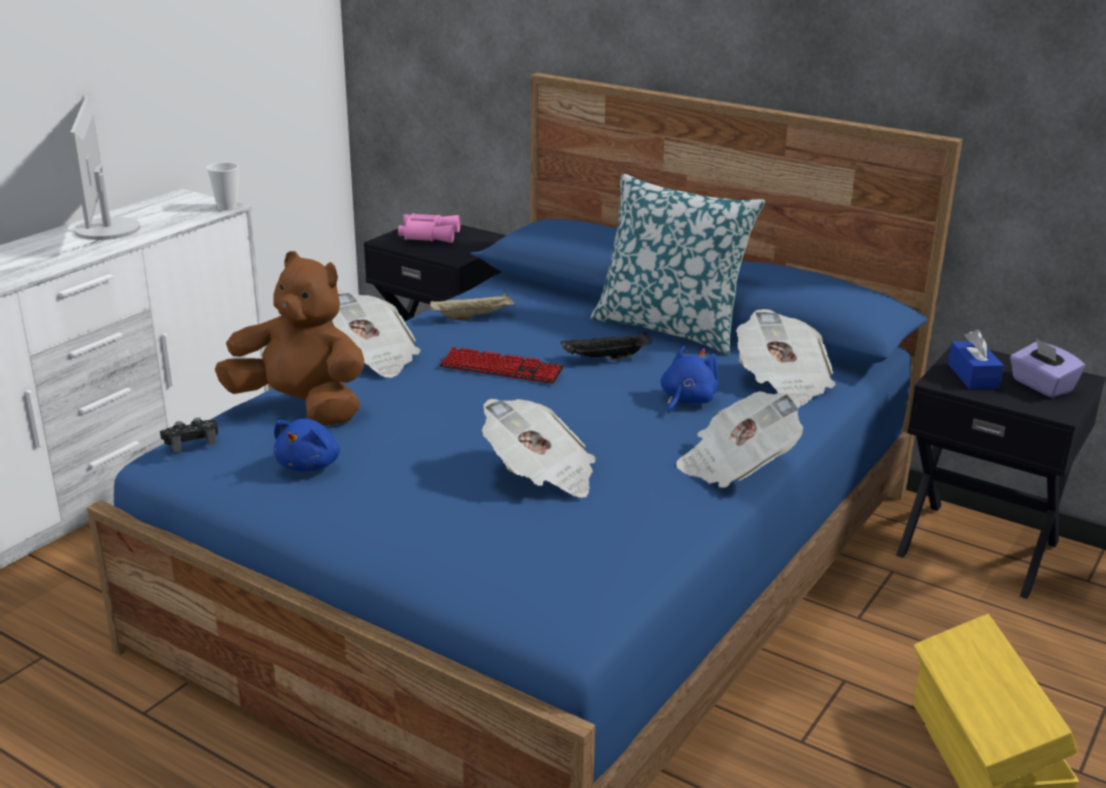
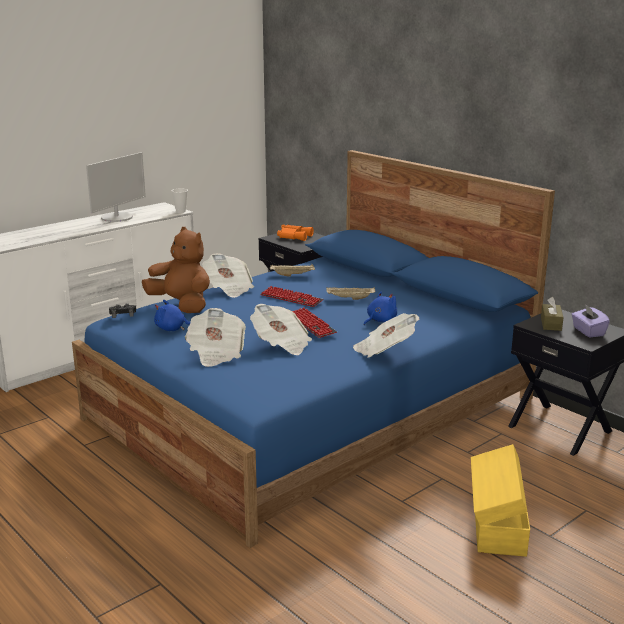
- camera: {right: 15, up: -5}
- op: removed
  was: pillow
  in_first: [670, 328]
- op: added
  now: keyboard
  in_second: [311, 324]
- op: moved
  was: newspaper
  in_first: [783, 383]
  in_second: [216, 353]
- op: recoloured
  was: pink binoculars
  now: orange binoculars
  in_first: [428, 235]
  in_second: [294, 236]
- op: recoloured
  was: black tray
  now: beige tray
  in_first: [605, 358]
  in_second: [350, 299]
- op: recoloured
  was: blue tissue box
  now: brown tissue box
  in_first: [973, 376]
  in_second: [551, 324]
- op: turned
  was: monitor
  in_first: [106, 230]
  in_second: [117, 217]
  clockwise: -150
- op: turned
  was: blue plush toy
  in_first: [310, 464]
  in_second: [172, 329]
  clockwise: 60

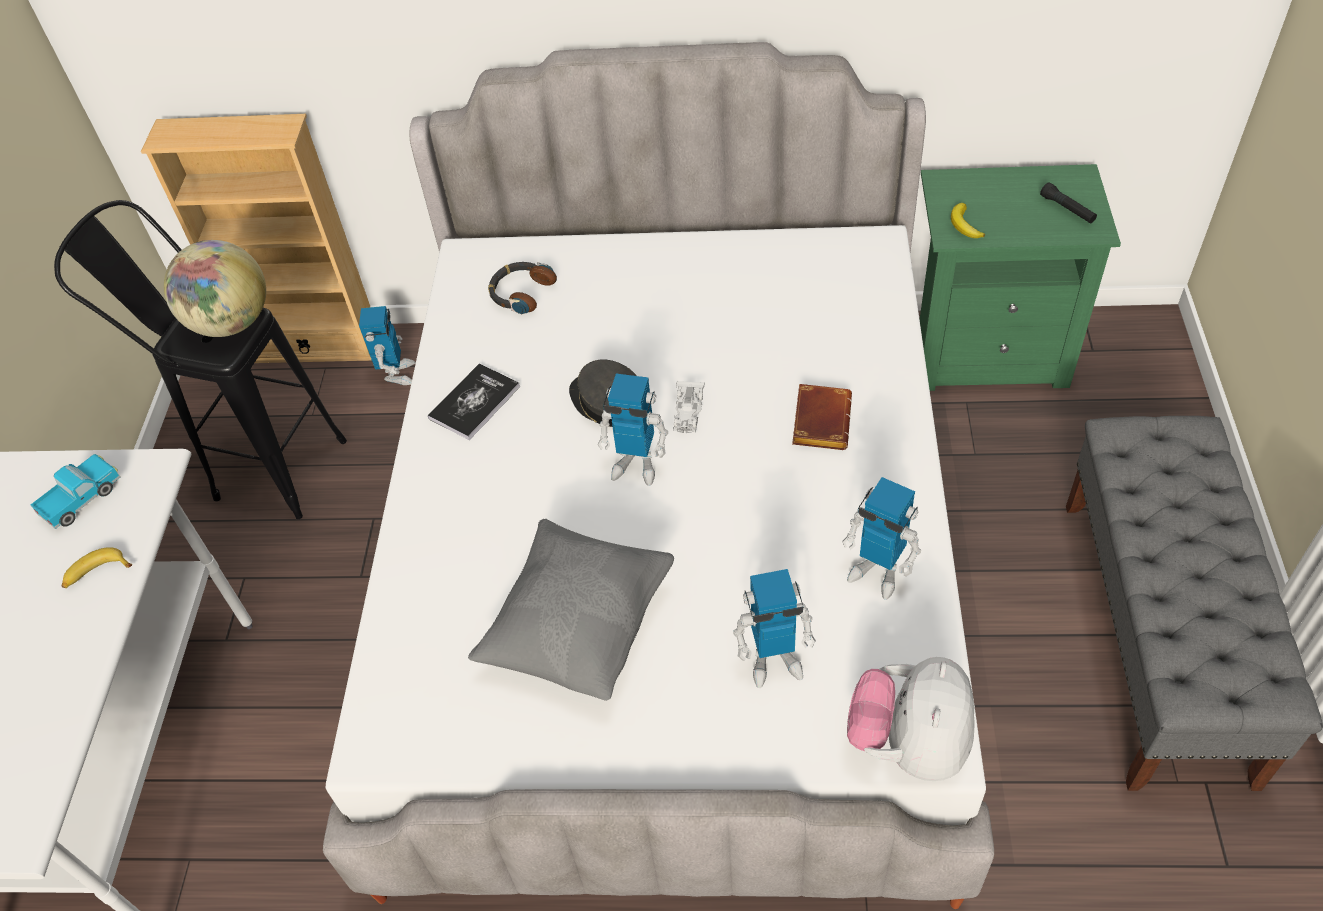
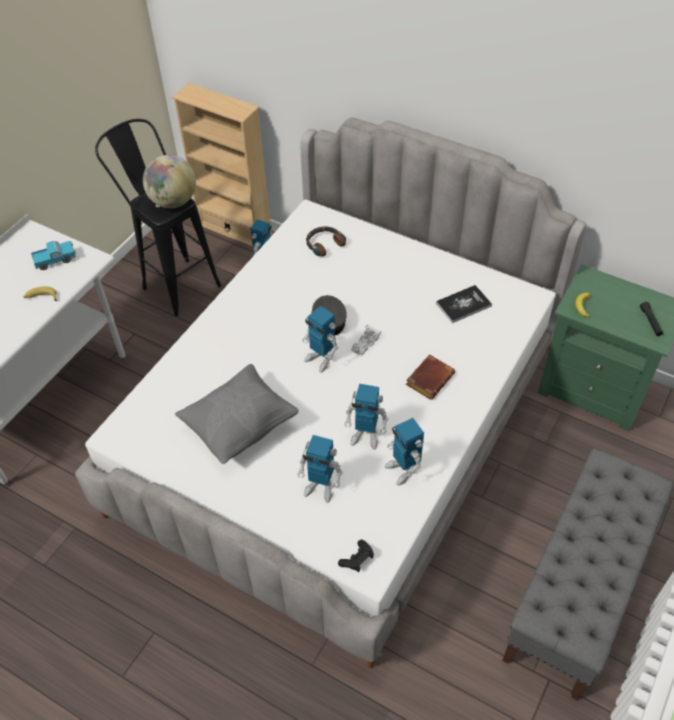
- camera: {right: 25, up: 0}
- op: added
  now: toy robot
  in_second: [365, 436]
- op: moved
  was: book
  in_first: [474, 402]
  in_second: [463, 304]
- op: replaced
  was: plush toy
  now: black game controller
  in_first: [909, 743]
  in_second: [357, 559]

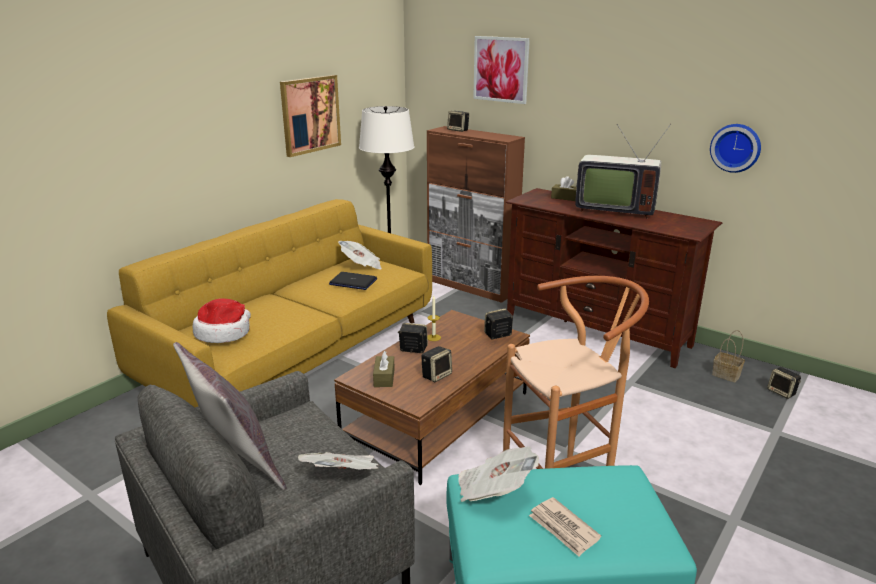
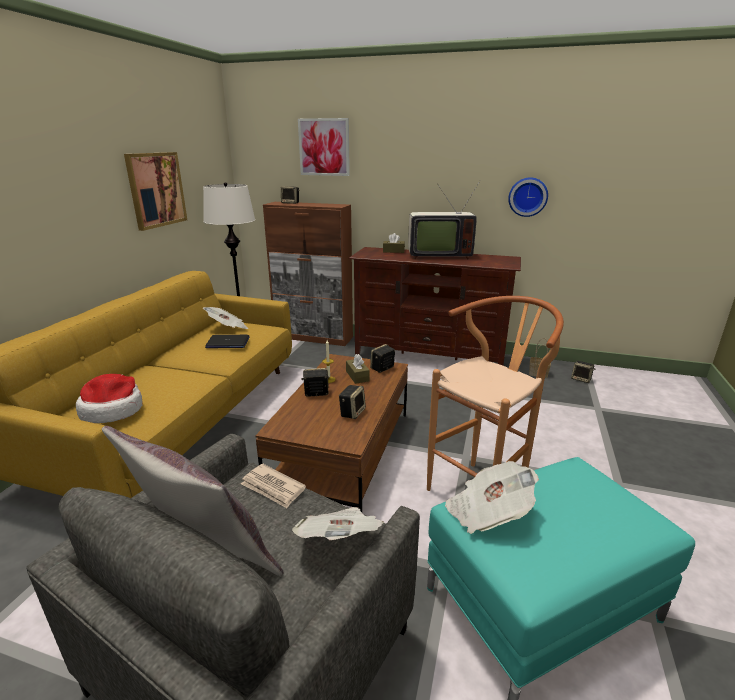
- camera: {right: -20, up: 0}
- op: moved
  was: brown tissue box
  in_first: [384, 378]
  in_second: [357, 376]
- op: moved
  was: newspaper
  in_first: [563, 529]
  in_second: [273, 488]

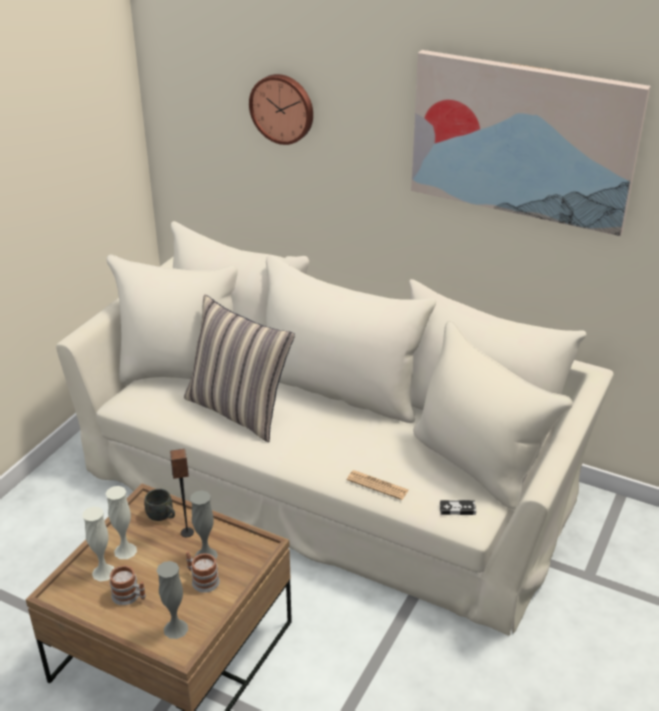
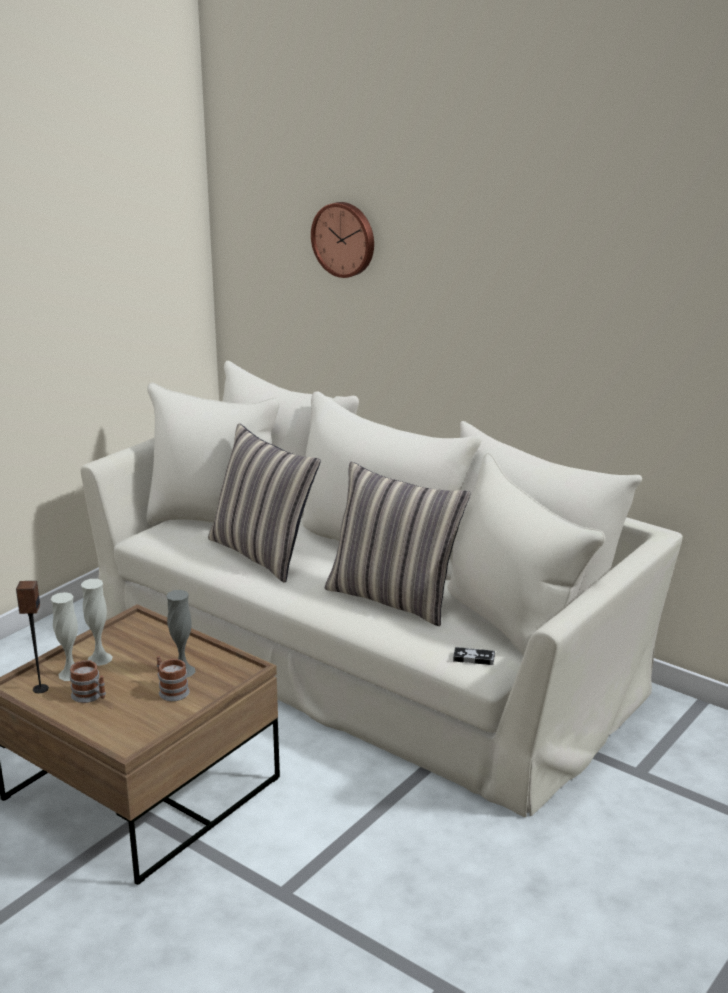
- camera: {right: 10, up: -10}
- op: removed
  was: grey mug
  in_first: [162, 517]
- op: removed
  was: grey vase
  in_first: [175, 629]
- op: removed
  was: newspaper
  in_first: [377, 485]
- op: removed
  was: picture
  in_first: [522, 140]
- op: added
  now: pillow
  in_second: [394, 598]
- op: moved
  was: speaker
  in_first: [187, 532]
  in_second: [40, 689]

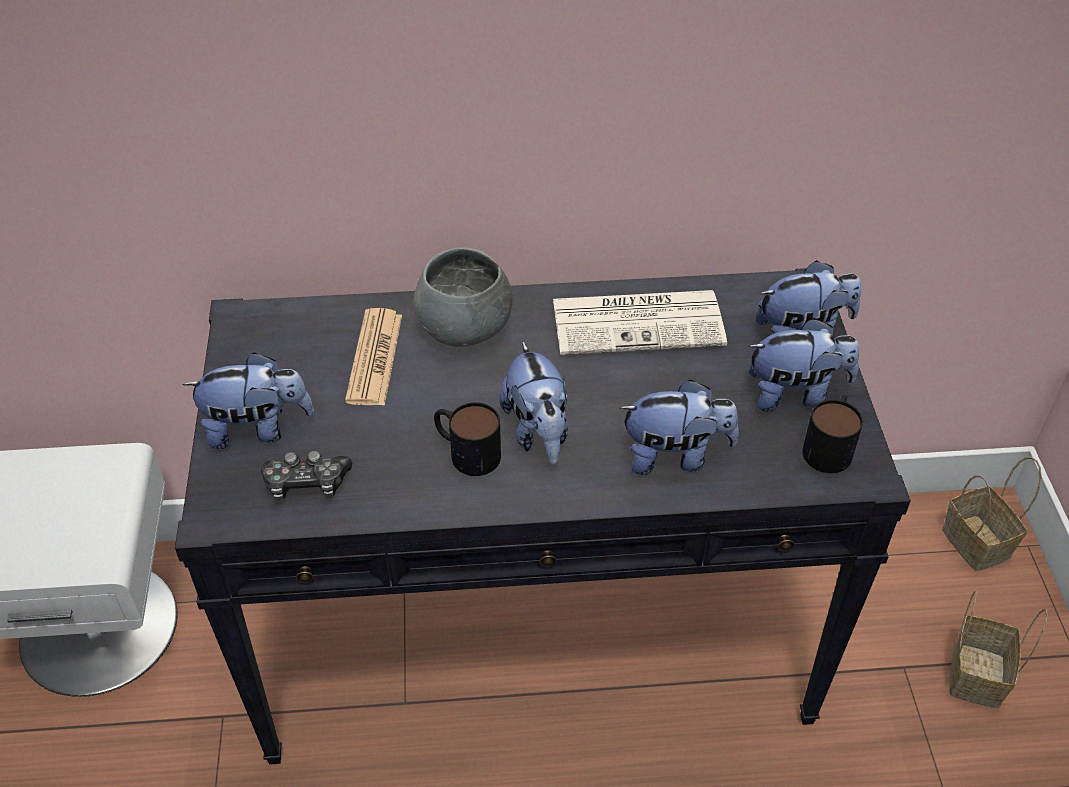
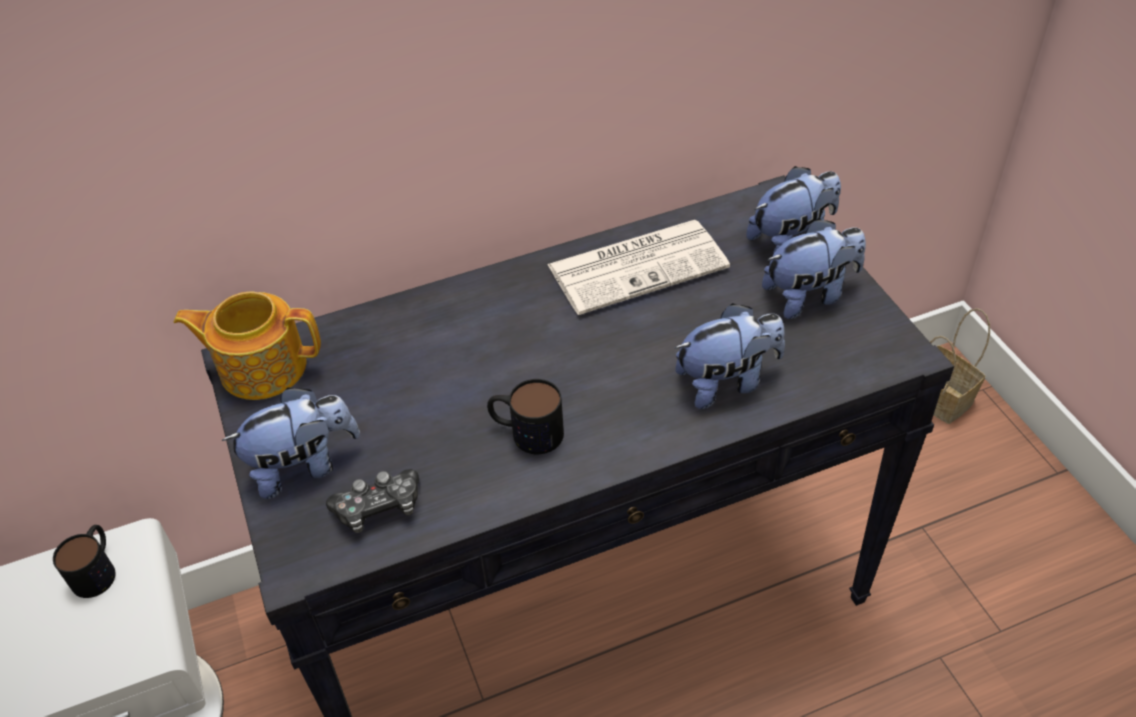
- camera: {right: -15, up: 0}
- op: removed
  was: newspaper
  in_first: [374, 358]
- op: removed
  was: grey bowl
  in_first: [466, 328]
- op: removed
  was: plush toy
  in_first: [538, 432]
- op: removed
  was: basket
  in_first: [975, 673]
- op: added
  now: teapot
  in_second: [261, 367]
- op: moved
  was: mug
  in_first: [830, 445]
  in_second: [97, 569]

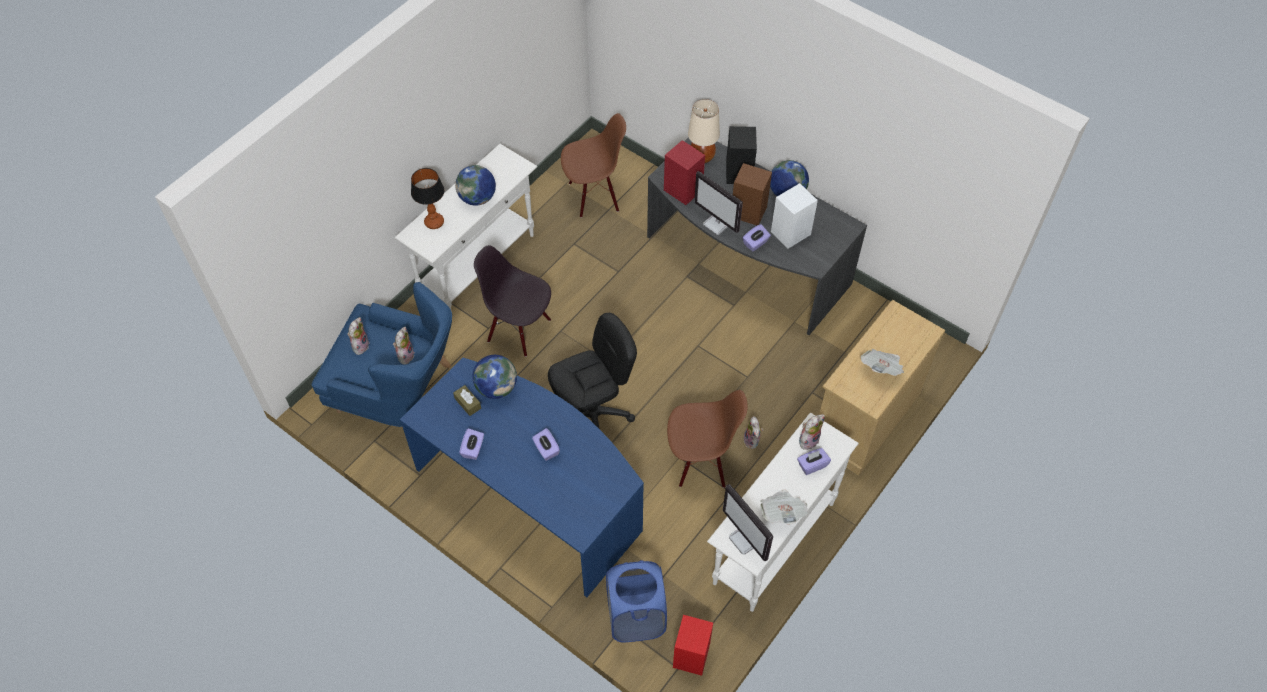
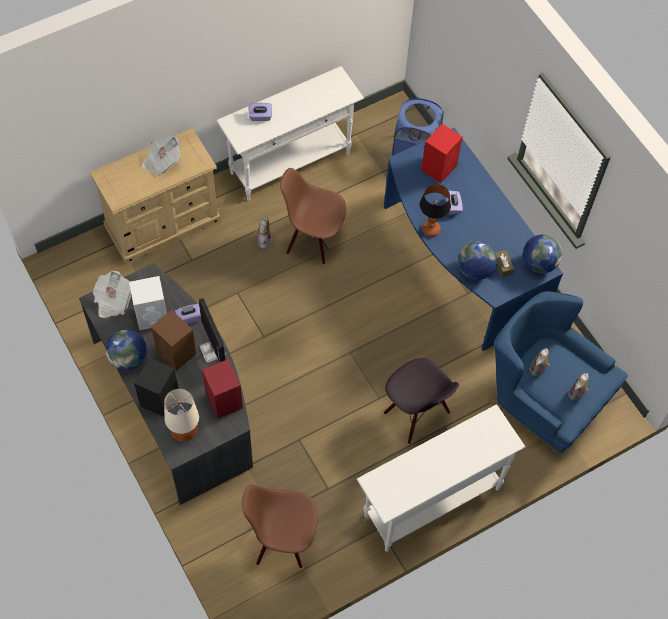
- camera: {right: -160, up: 5}
- op: removed
  was: purple tissue box
  in_first: [473, 449]
- op: removed
  was: black office chair
  in_first: [593, 416]
- op: removed
  was: monitor
  in_first: [746, 539]
- op: removed
  was: plush toy
  in_first: [808, 439]
- op: moved
  was: table lamp
  in_first: [434, 222]
  in_second: [430, 229]
- op: moved
  was: globe
  in_first: [477, 198]
  in_second: [539, 263]
- op: moved
  was: red speaker
  in_first: [691, 656]
  in_second: [439, 167]
- op: moved
  was: newspaper
  in_first: [782, 512]
  in_second: [112, 301]

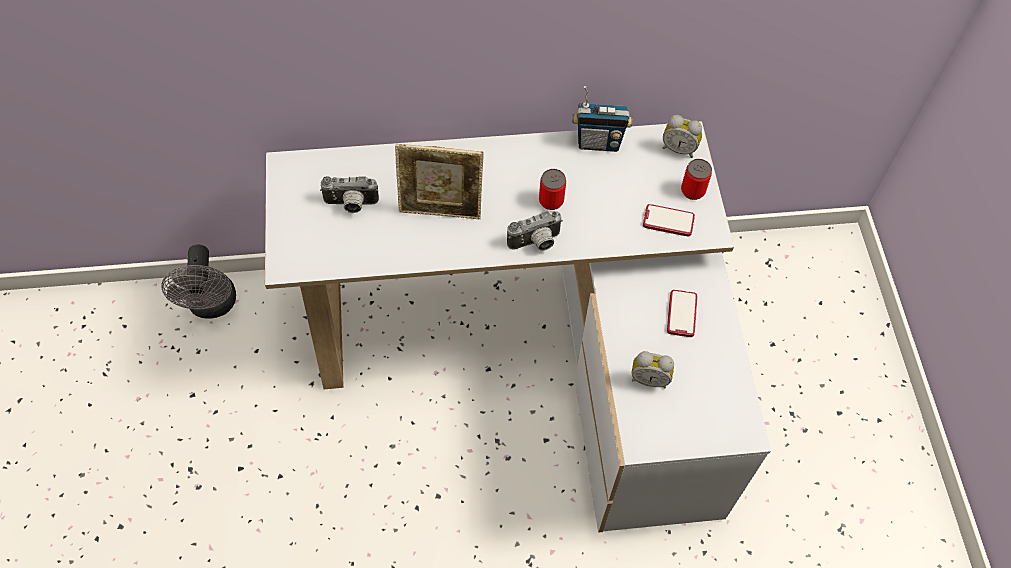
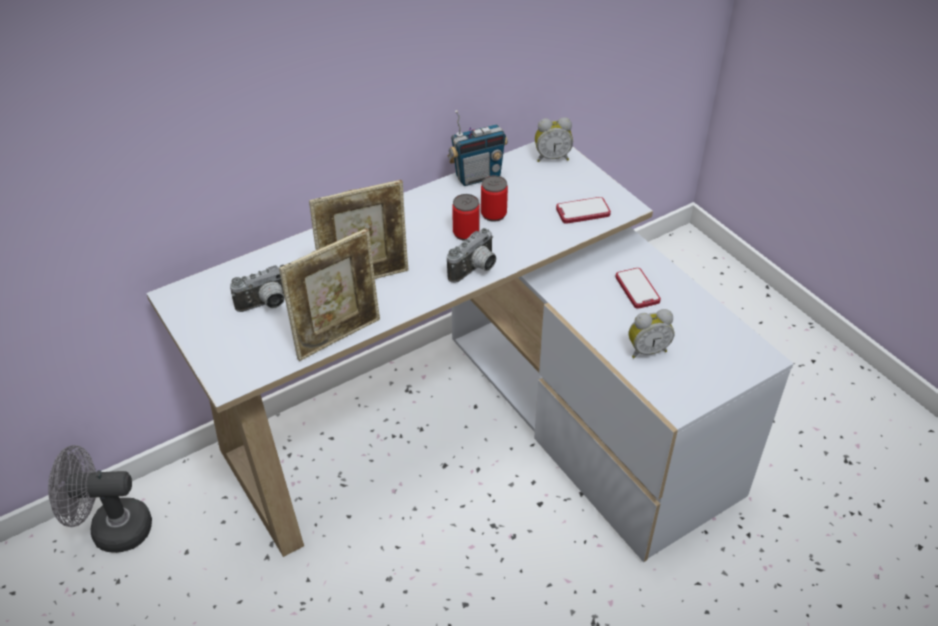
- camera: {right: -25, up: -15}
- op: added
  now: picture frame
  in_second: [338, 336]
- op: moved
  was: can
  in_first: [693, 190]
  in_second: [493, 214]
- op: turned
  was: grey fan
  in_first: [212, 306]
  in_second: [111, 529]
  clockwise: 120

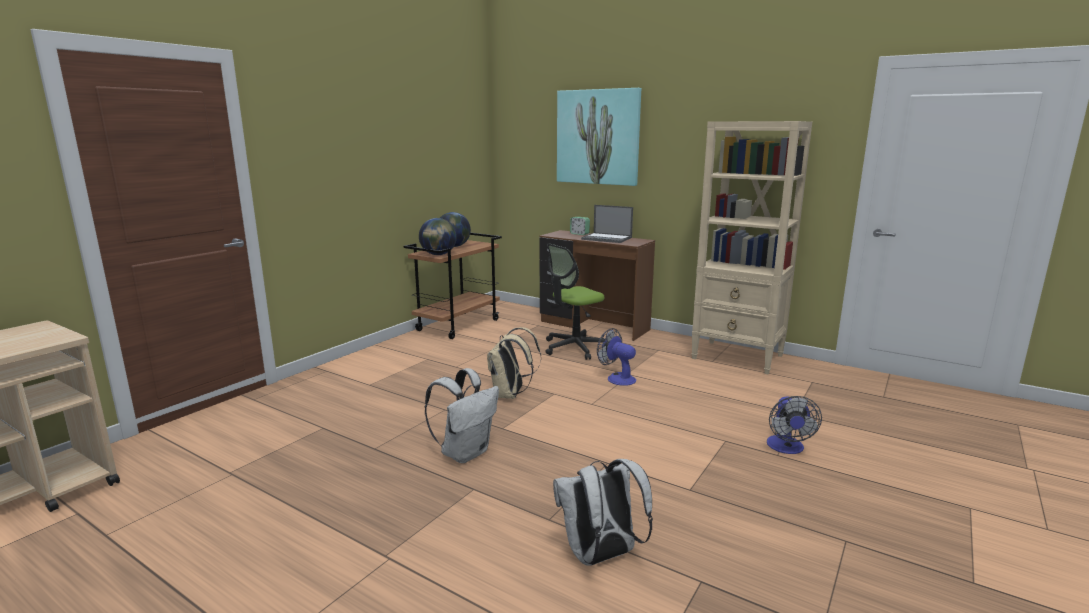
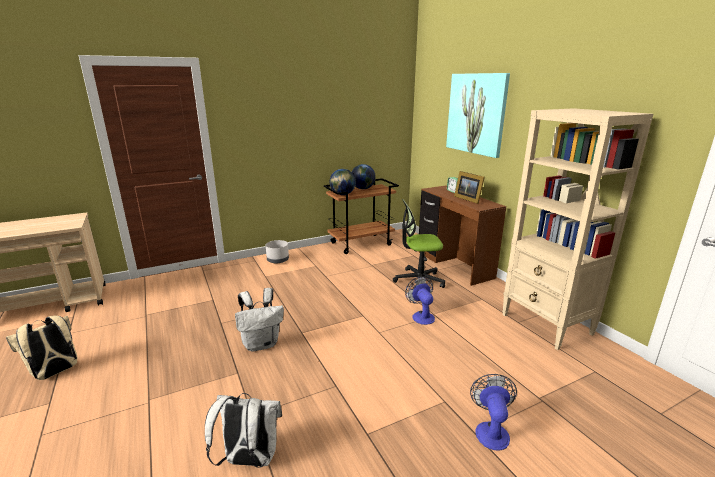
- camera: {right: 30, up: 5}
- op: added
  now: grey planter
  in_second: [278, 260]
- op: moved
  was: beige backpack
  in_first: [510, 395]
  in_second: [55, 373]
- op: replaced
  was: laptop
  now: picture frame
  in_first: [607, 238]
  in_second: [467, 199]
- op: turned
  was: fan
  in_first: [786, 448]
  in_second: [491, 430]
  clockwise: 150

